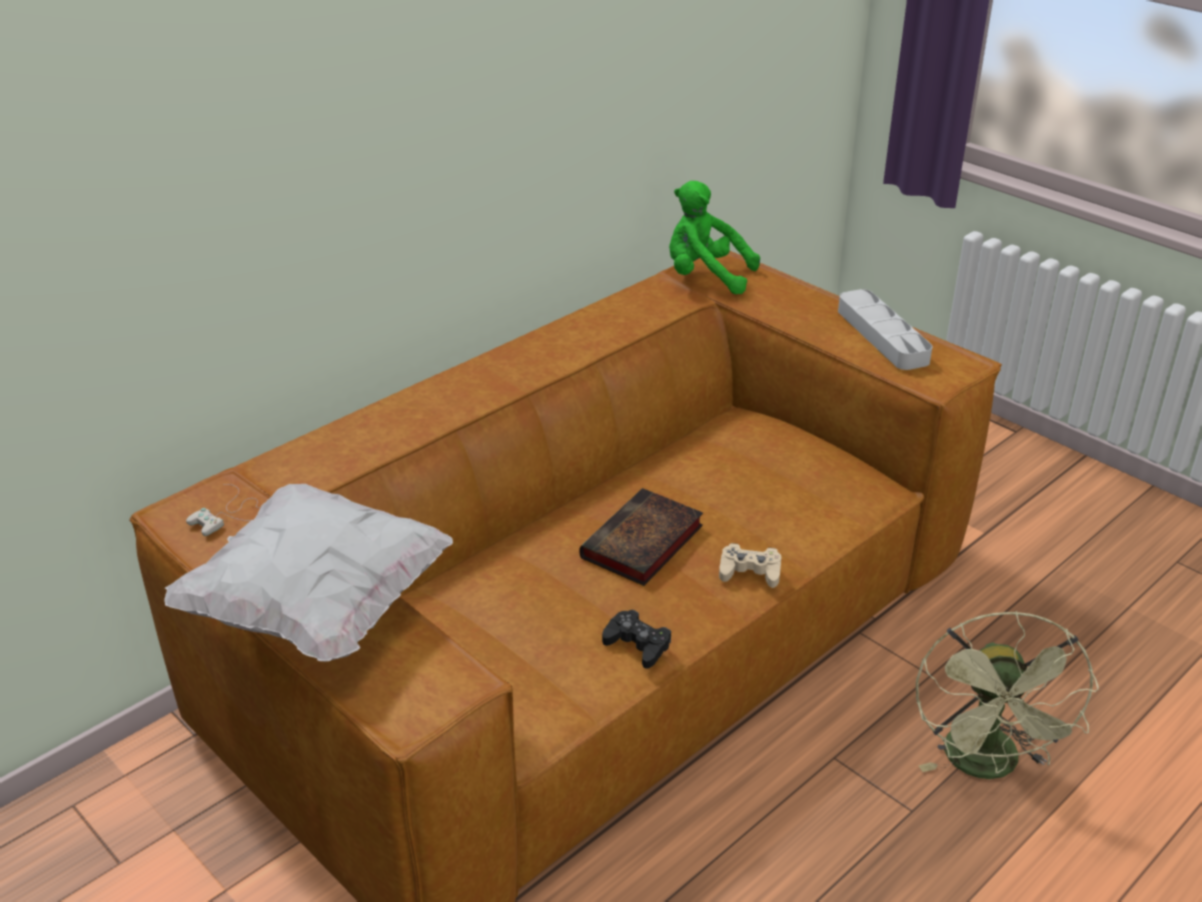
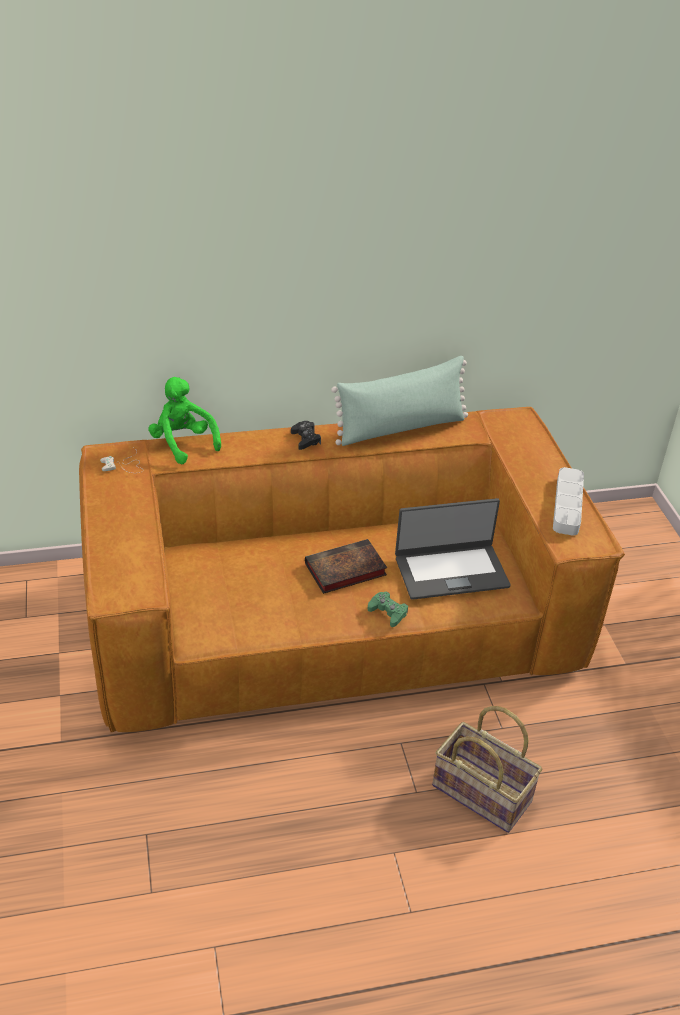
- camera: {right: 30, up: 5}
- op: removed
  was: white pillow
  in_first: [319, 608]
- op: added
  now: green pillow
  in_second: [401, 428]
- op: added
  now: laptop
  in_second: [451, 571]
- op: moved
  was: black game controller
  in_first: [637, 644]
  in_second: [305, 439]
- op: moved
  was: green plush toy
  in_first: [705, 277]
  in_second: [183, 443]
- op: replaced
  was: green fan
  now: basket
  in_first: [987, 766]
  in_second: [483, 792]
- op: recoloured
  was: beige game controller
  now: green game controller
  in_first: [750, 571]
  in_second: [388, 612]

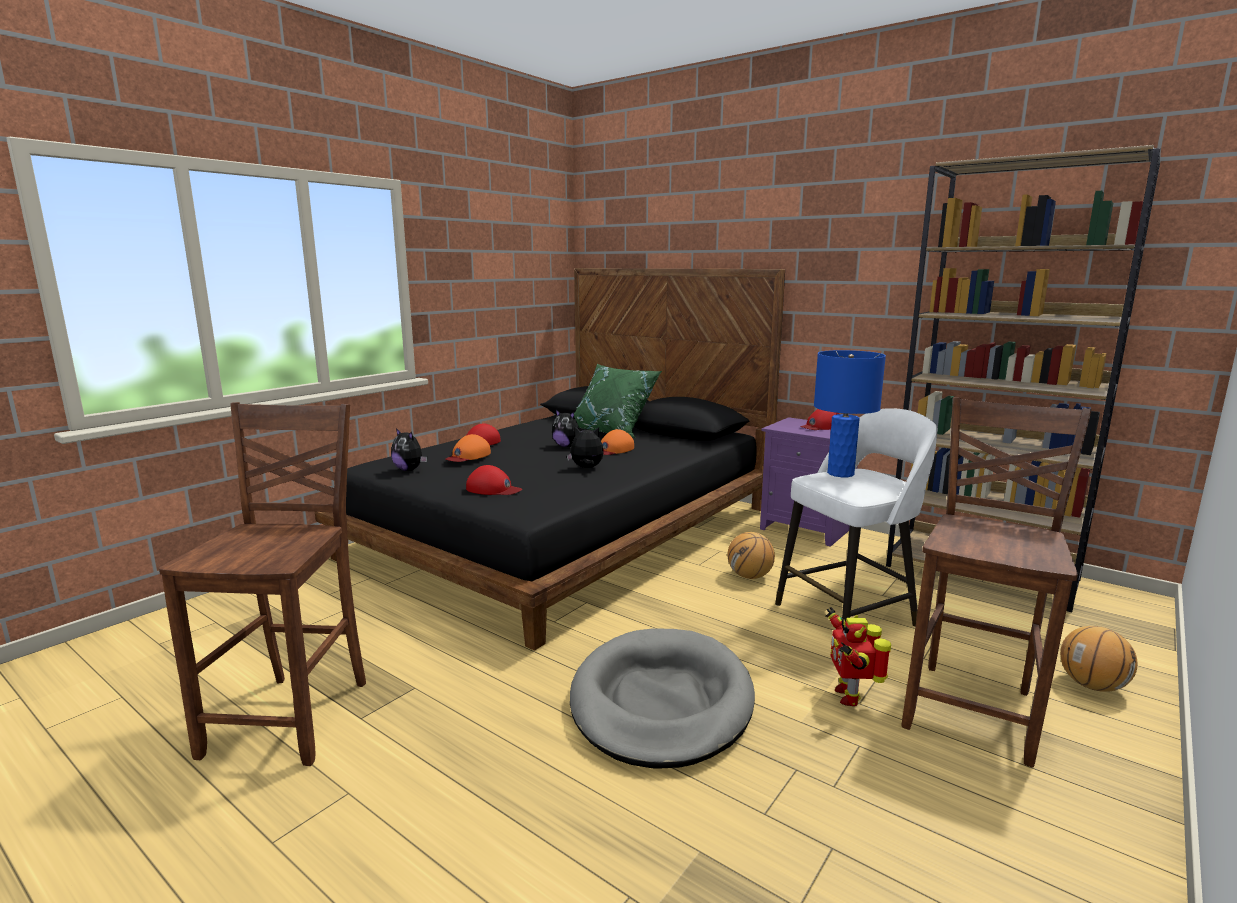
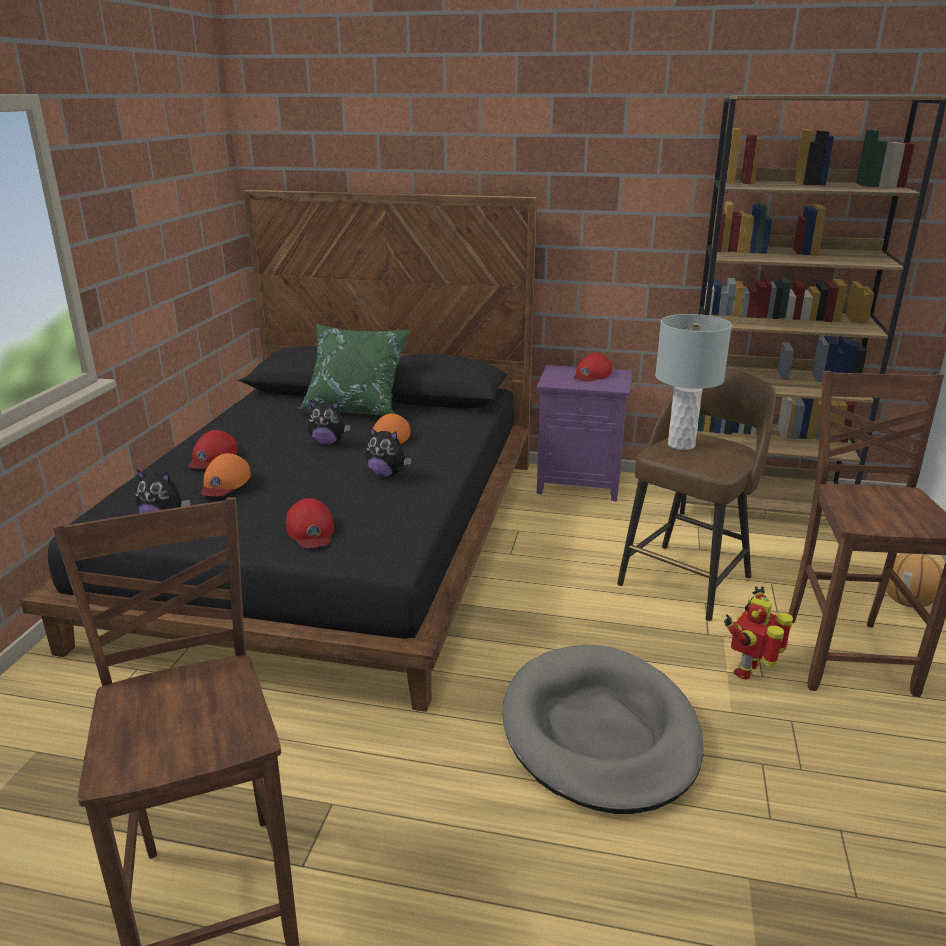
- camera: {right: -25, up: 10}
- op: removed
  was: basketball
  in_first: [750, 576]
- op: recoloured
  was: white stool
  now: brown stool
  in_first: [848, 614]
  in_second: [687, 579]
- op: recoloured
  was: blue table lamp
  now: grey table lamp
  in_first: [840, 473]
  in_second: [680, 444]
- op: turned
  was: red cap
  in_first: [493, 489]
  in_second: [311, 531]
  clockwise: 75
- op: turned
  was: plush toy
  in_first: [586, 468]
  in_second: [387, 474]
  clockwise: -135
- op: turned
  was: toy robot
  in_first: [849, 696]
  in_second: [749, 670]
  clockwise: 60

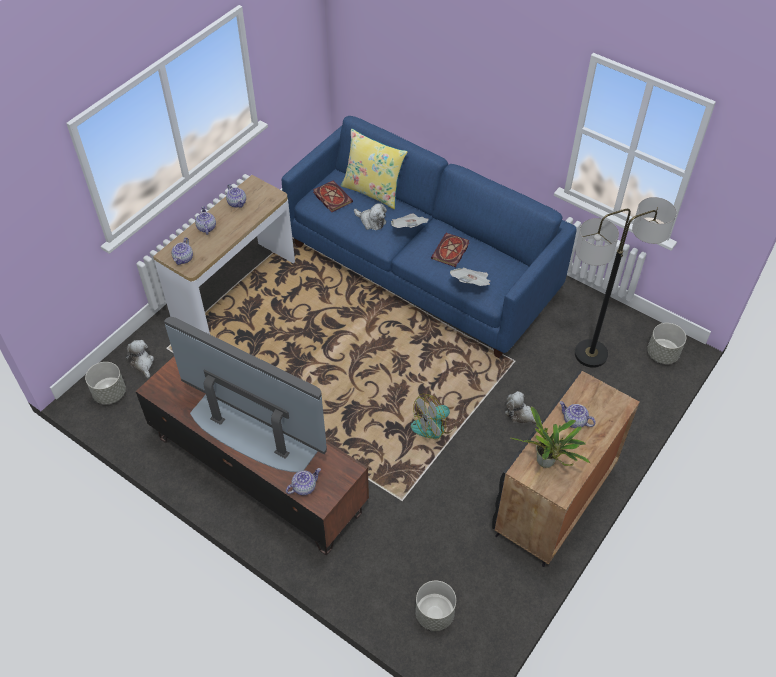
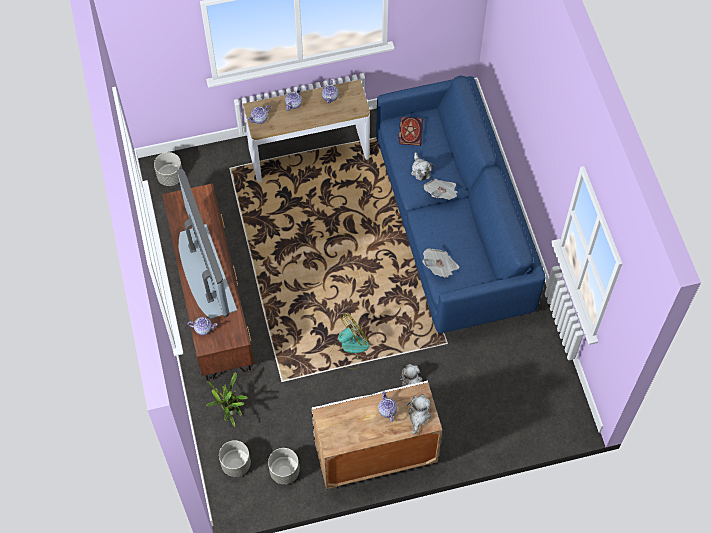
- camera: {right: 40, up: 10}
- op: removed
  was: yellow pillow
  in_first: [373, 191]
- op: removed
  was: book
  in_first: [450, 252]
- op: removed
  was: floor lamp
  in_first: [591, 354]
- op: moved
  was: plush toy
  in_first: [142, 363]
  in_second: [418, 415]
- op: moved
  was: potted plant
  in_first: [547, 463]
  in_second: [230, 411]
- op: moved
  was: grey planter
  in_first: [662, 354]
  in_second: [284, 471]
- op: recoloured
  was: black cabinet
  now: white cabinet
  in_first: [554, 501]
  in_second: [374, 456]
- op: turned
  was: fan
  in_first: [435, 425]
  in_second: [349, 348]
  clockwise: 135

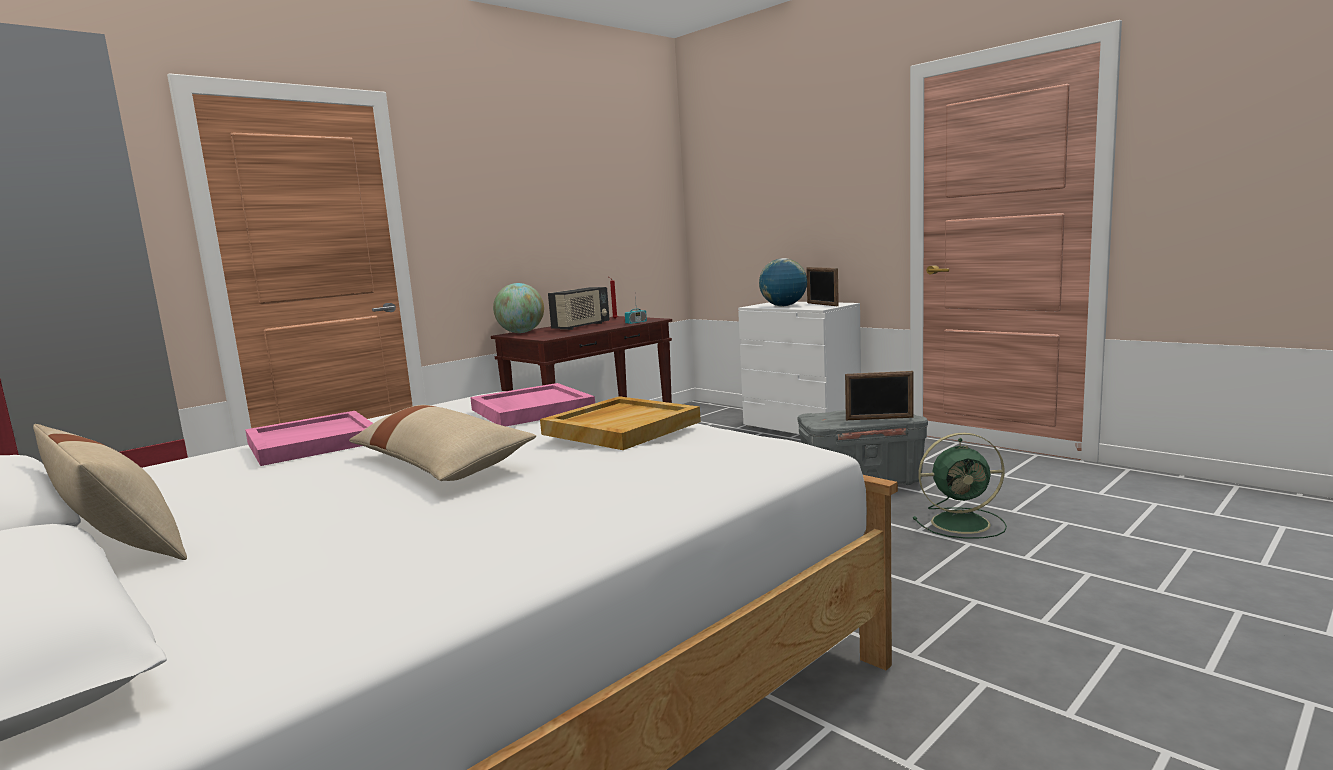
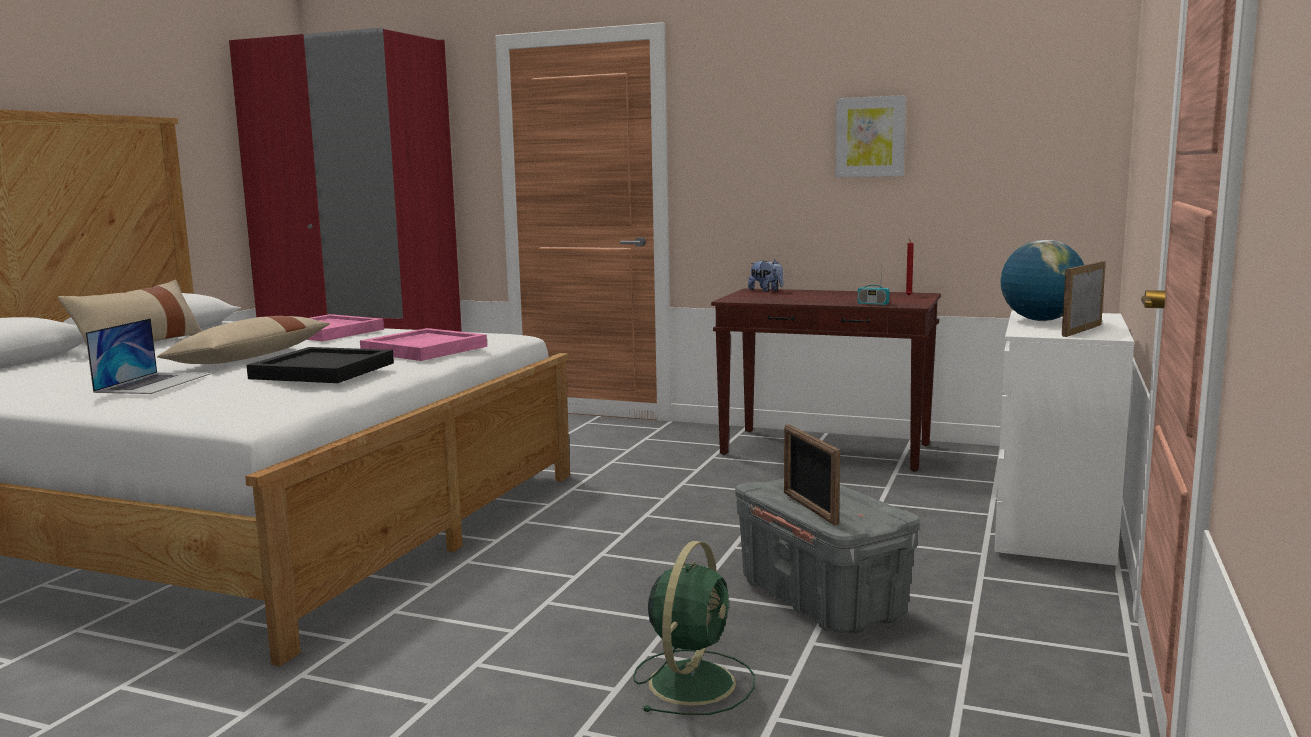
- camera: {right: 65, up: 0}
- op: removed
  was: radio
  in_first: [581, 326]
- op: added
  now: laptop
  in_second: [153, 383]
- op: added
  now: picture
  in_second: [870, 137]
- op: replaced
  was: globe
  now: plush toy
  in_first: [521, 332]
  in_second: [766, 291]
- op: recoloured
  was: beige tray
  now: black tray
  in_first: [621, 427]
  in_second: [324, 370]
- op: turned
  was: green fan
  in_first: [963, 523]
  in_second: [693, 681]
  clockwise: -135

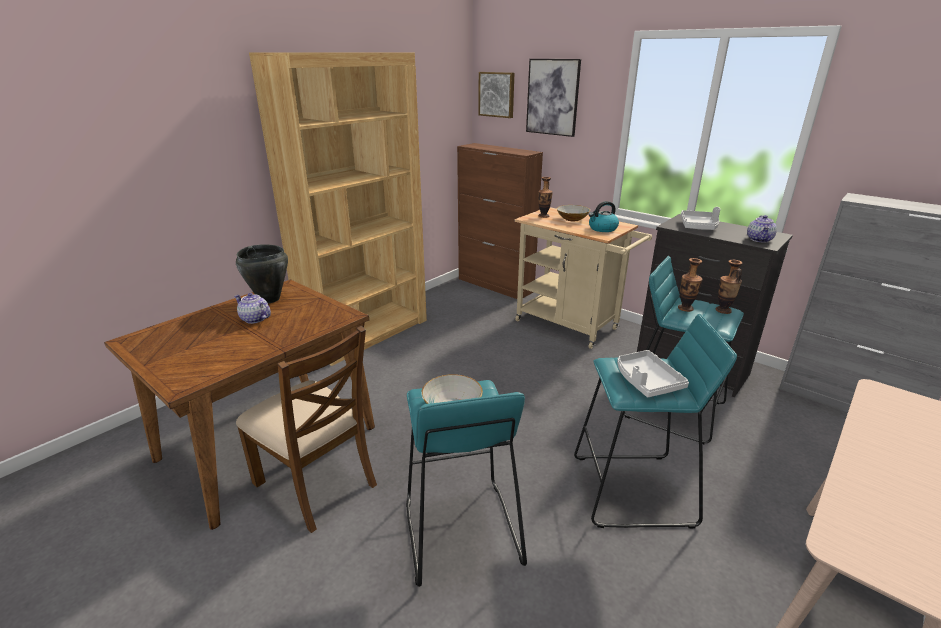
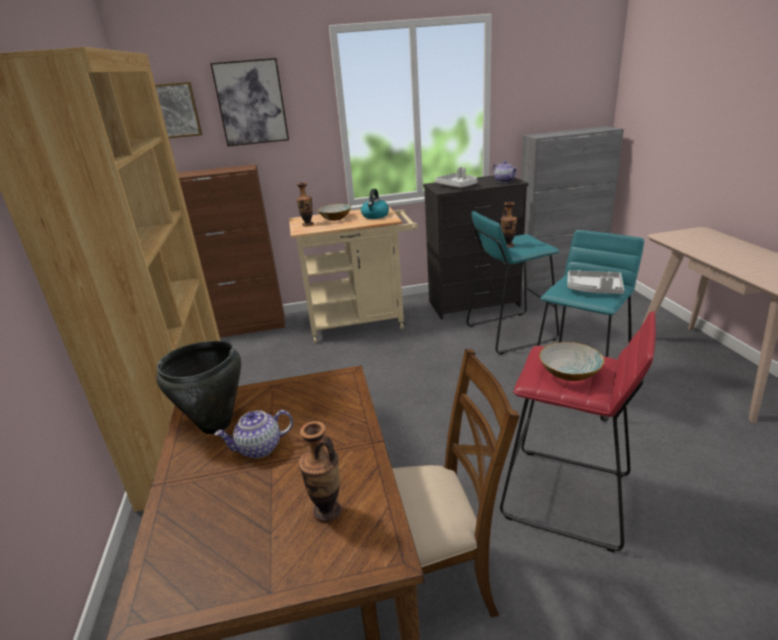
- camera: {right: -50, up: 0}
- op: moved
  was: vase
  in_first: [723, 310]
  in_second: [327, 511]
- op: recoloured
  was: turquoise stool
  now: red stool
  in_first: [460, 532]
  in_second: [567, 497]

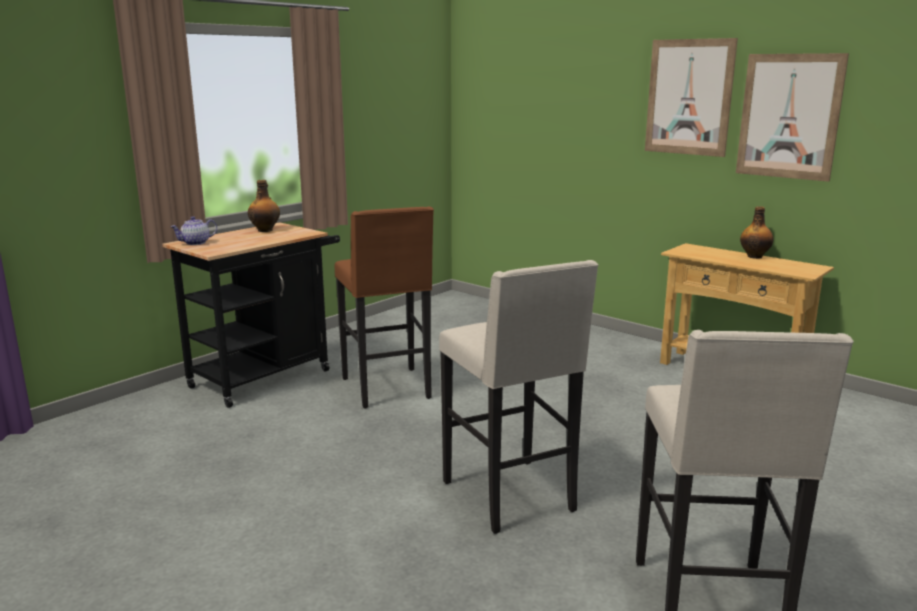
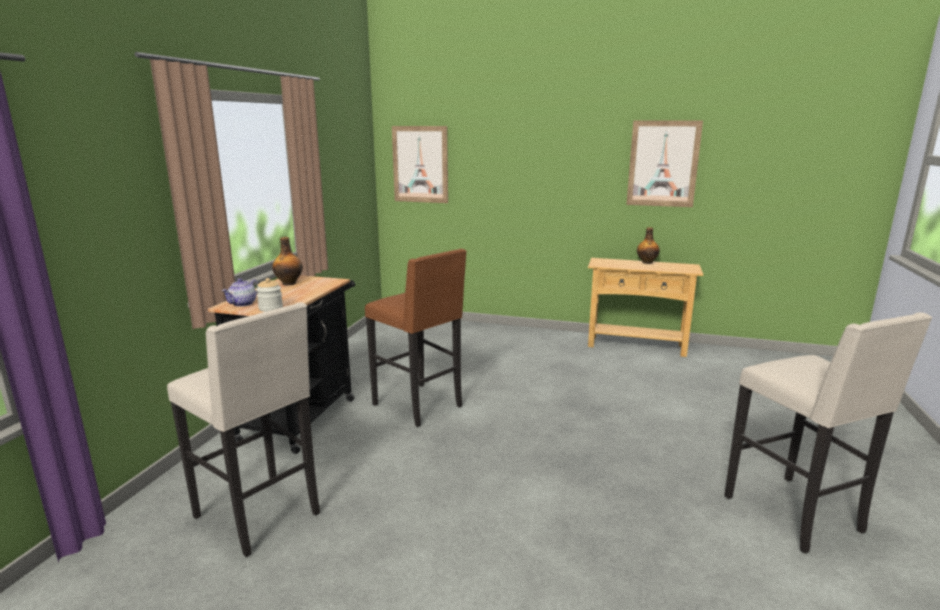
- camera: {right: -25, up: 0}
- op: added
  now: jar
  in_second: [271, 308]
- op: moved
  was: beige stool
  in_first: [512, 497]
  in_second: [261, 515]
- op: moved
  was: picture
  in_first: [689, 97]
  in_second: [420, 164]

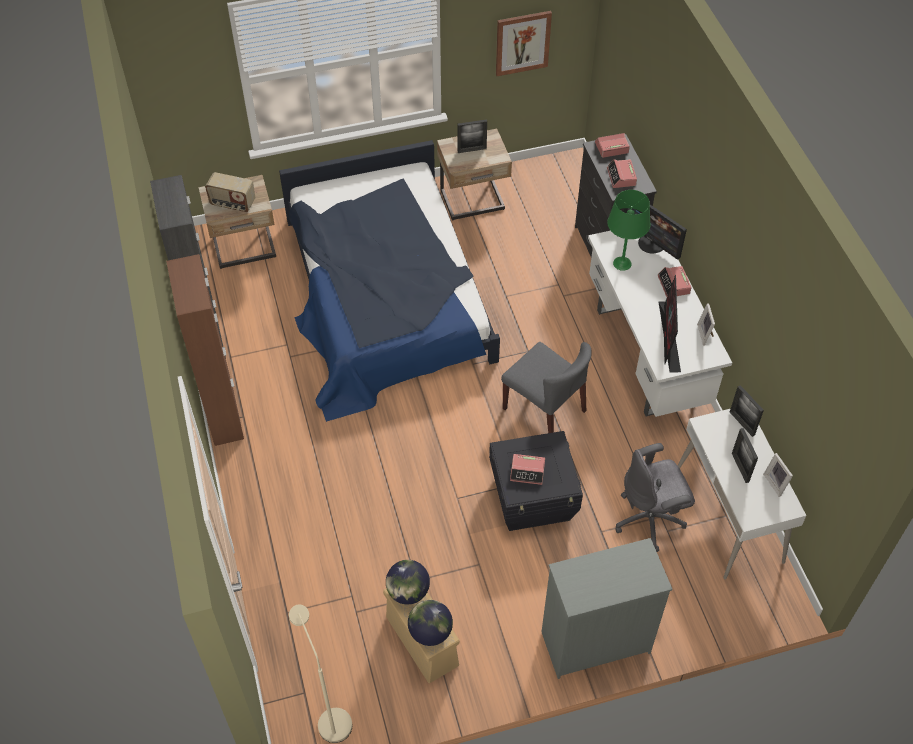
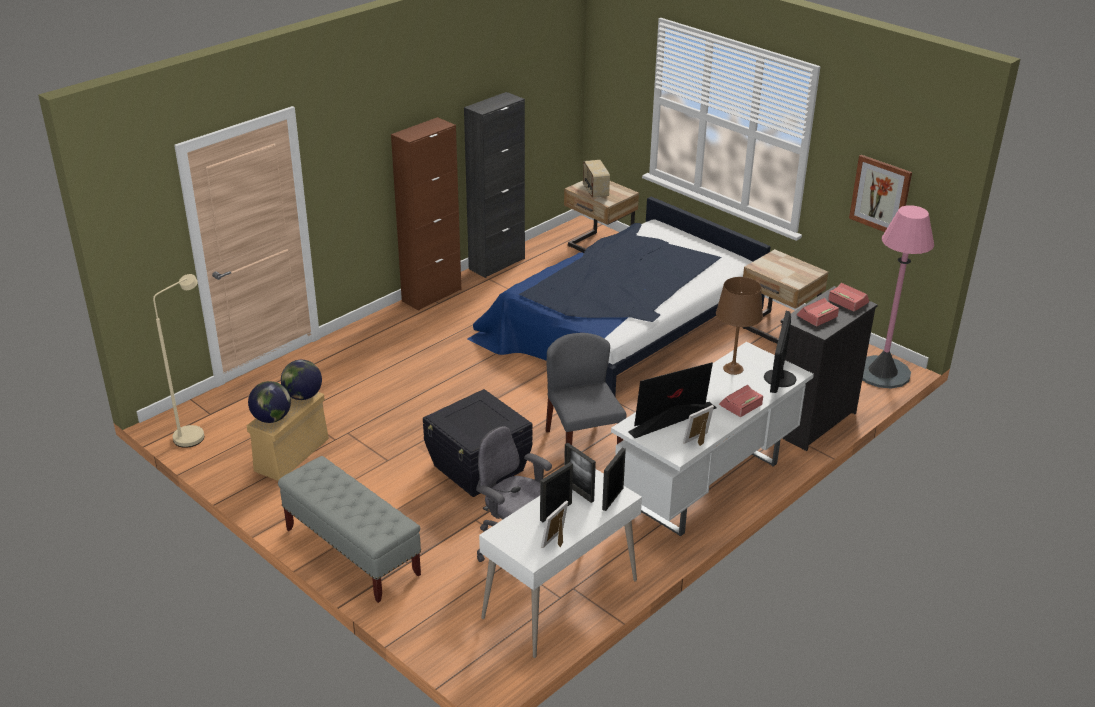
- camera: {right: 60, up: -20}
- op: removed
  was: alarm clock
  in_first: [527, 472]
- op: added
  now: pink floor lamp
  in_second: [882, 372]
- op: moved
  was: picture frame
  in_first: [472, 150]
  in_second: [578, 492]
- op: replaced
  was: grey dresser
  now: grey bench
  in_first: [594, 642]
  in_second: [352, 552]
- op: recoloured
  was: green table lamp
  now: brown table lamp
  in_first: [622, 264]
  in_second: [732, 369]
- op: turned
  was: grey chair
  in_first: [544, 410]
  in_second: [582, 444]
  clockwise: 150

